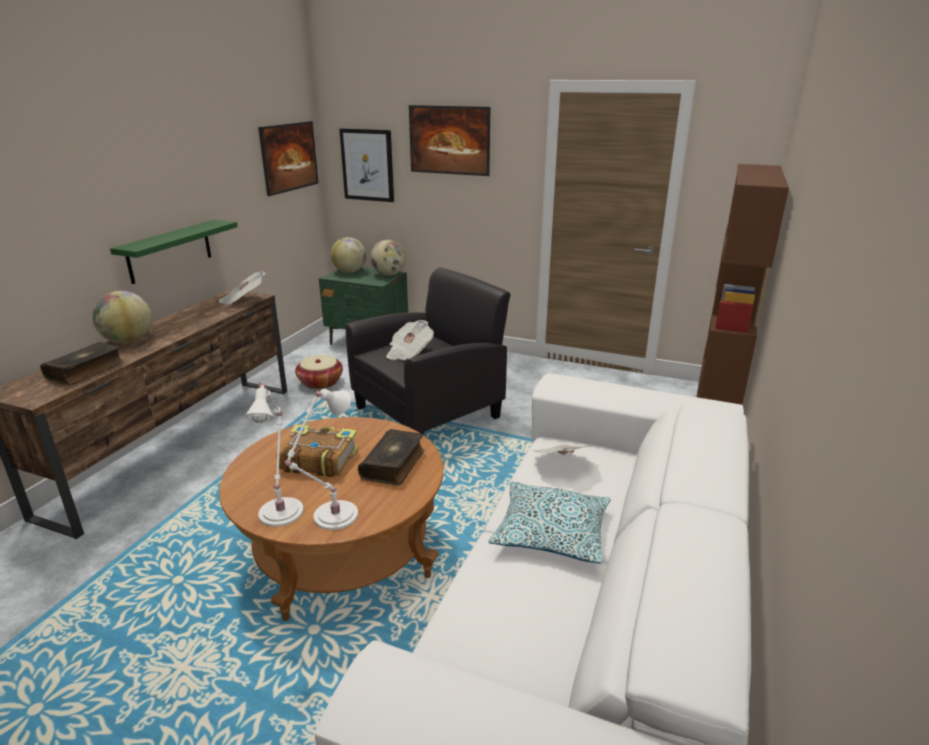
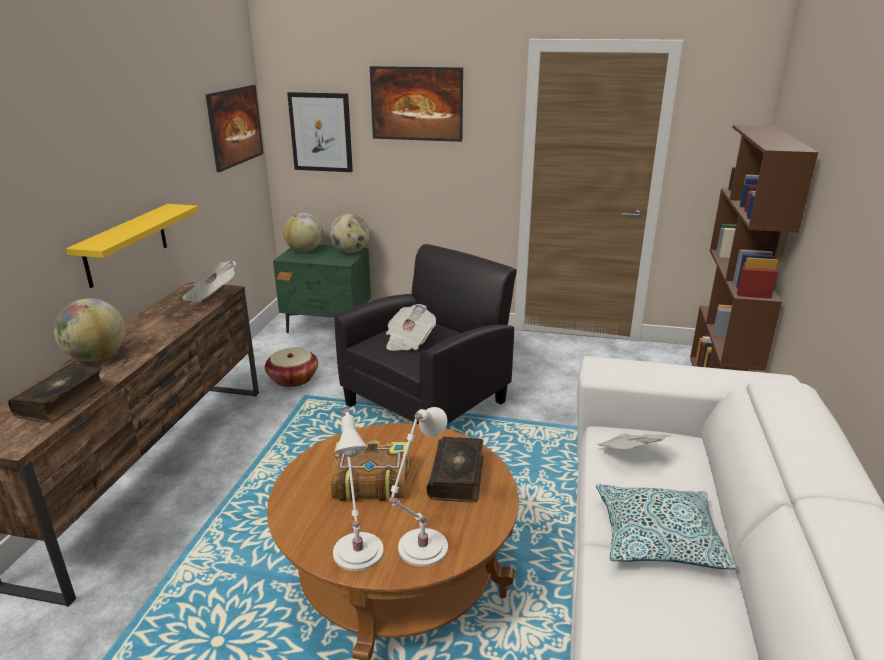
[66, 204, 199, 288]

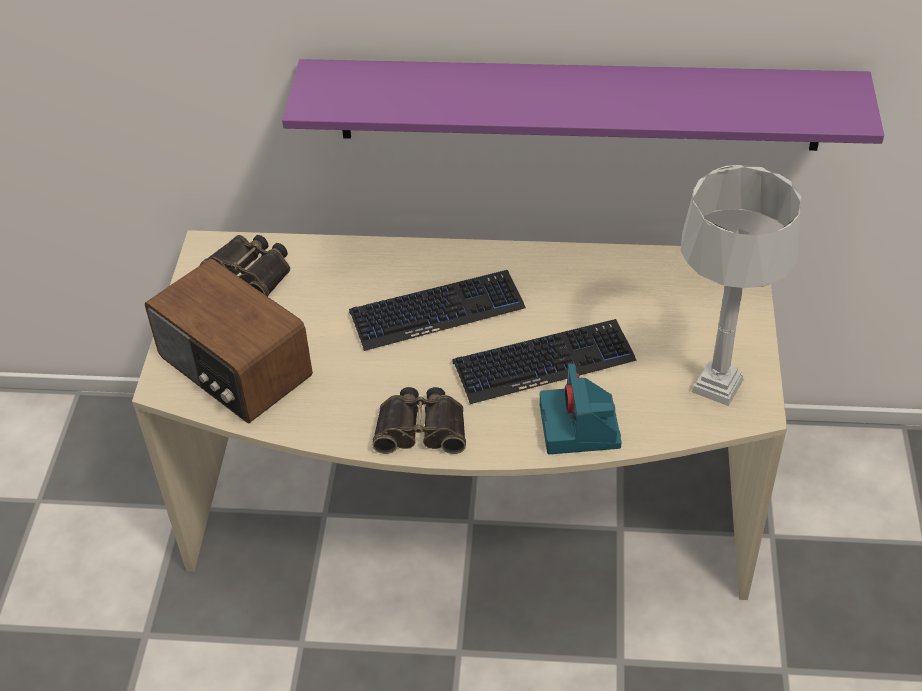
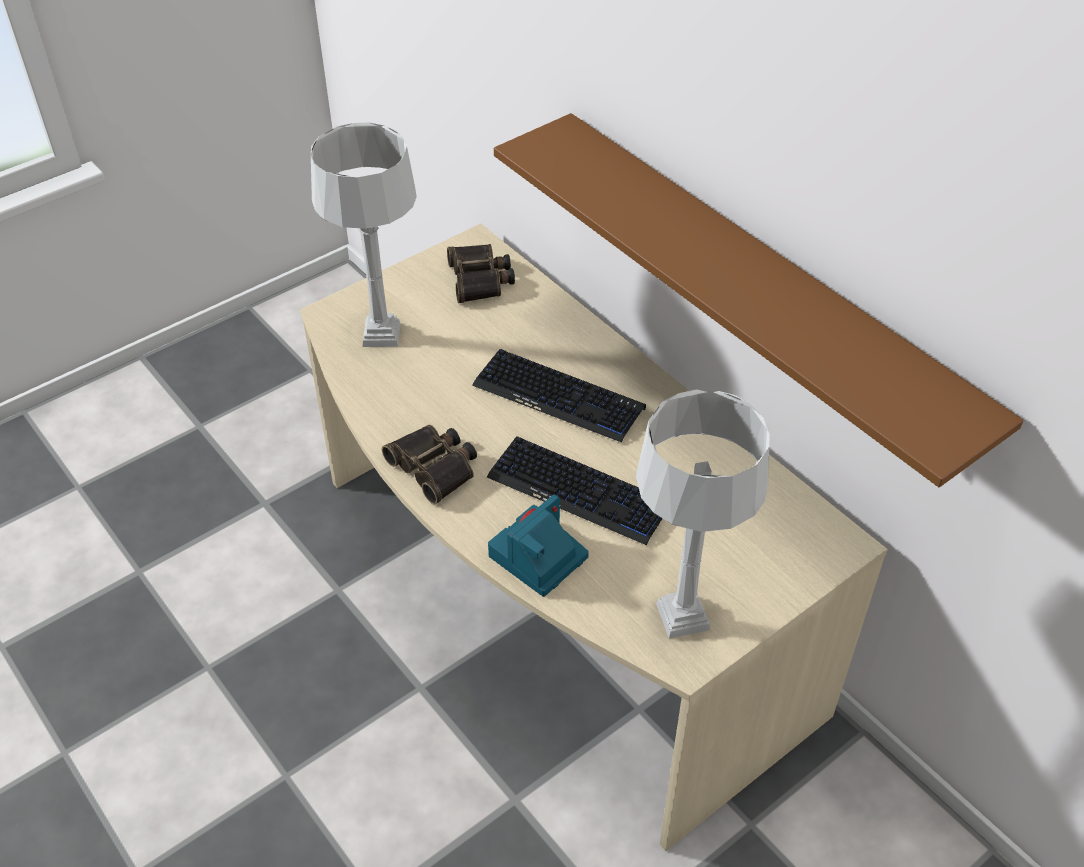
[311, 122, 417, 347]
[494, 113, 1023, 487]

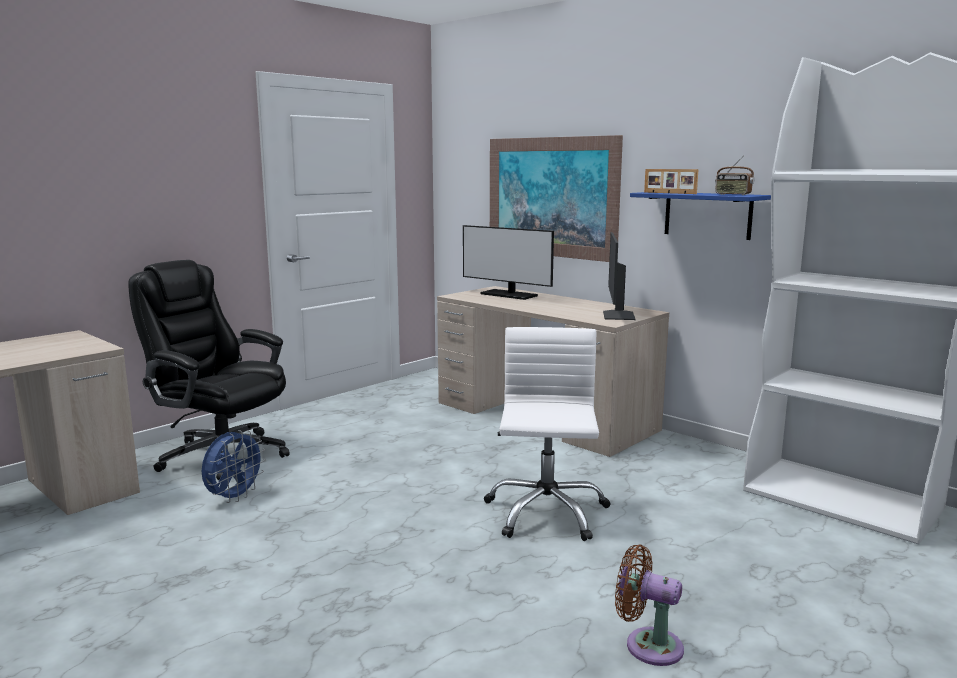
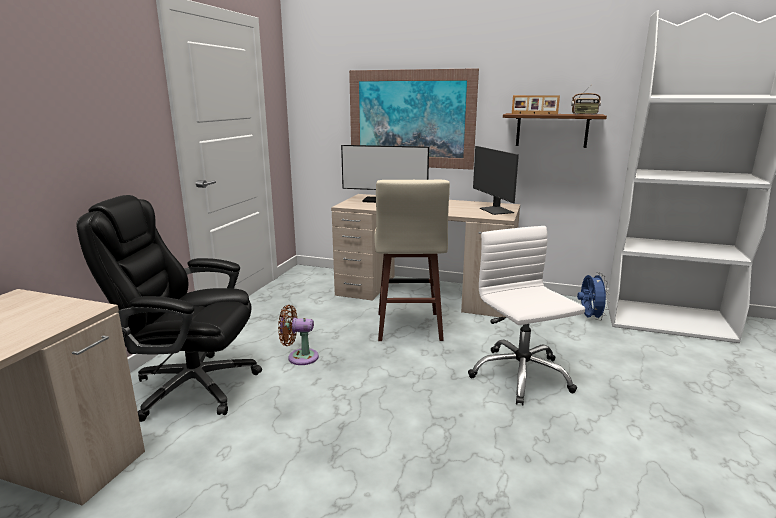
[577, 272, 610, 321]
[278, 305, 319, 365]
[503, 113, 607, 148]
[374, 180, 450, 341]

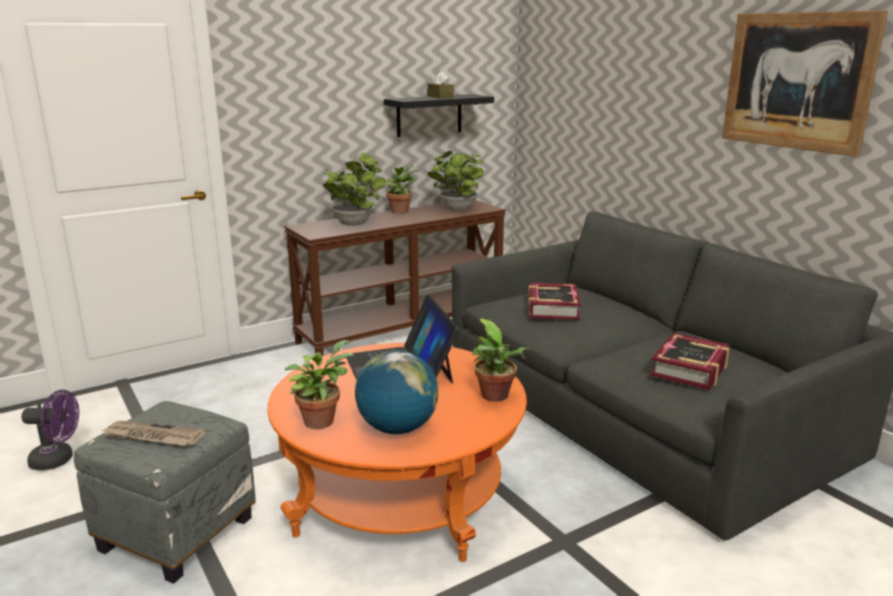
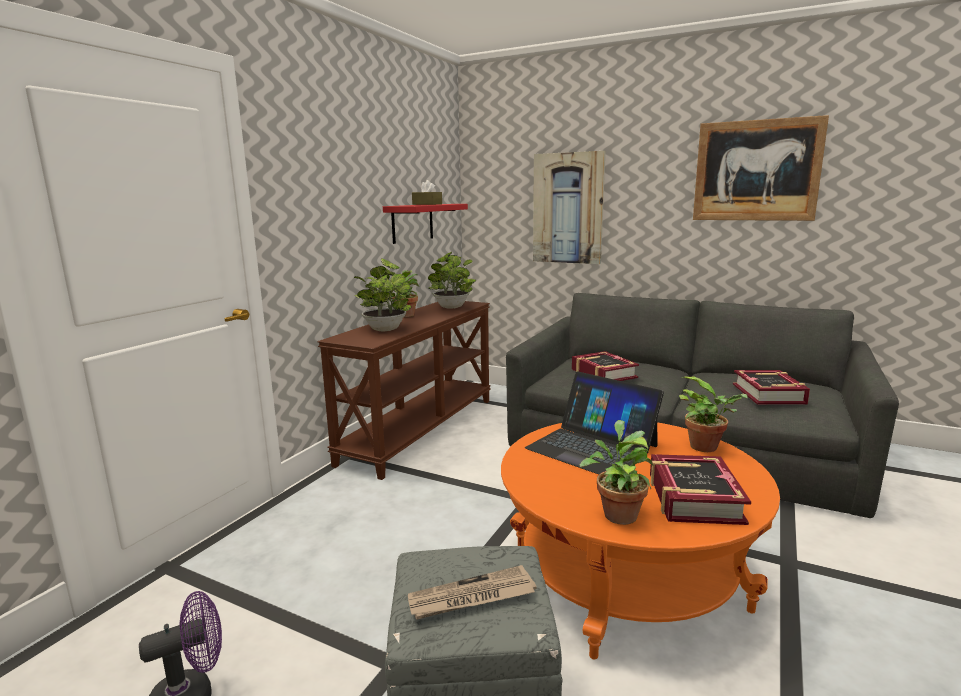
[650, 454, 751, 525]
[383, 204, 468, 244]
[533, 151, 606, 264]

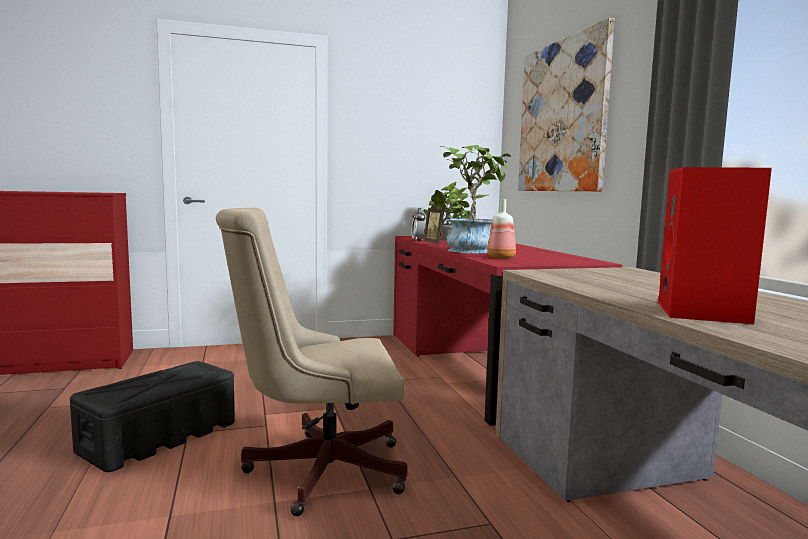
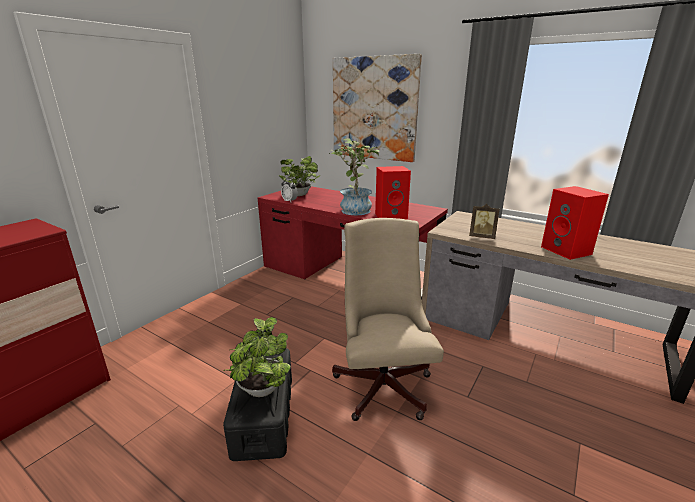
[332, 218, 444, 421]
[469, 204, 500, 239]
[375, 166, 411, 220]
[223, 317, 291, 397]

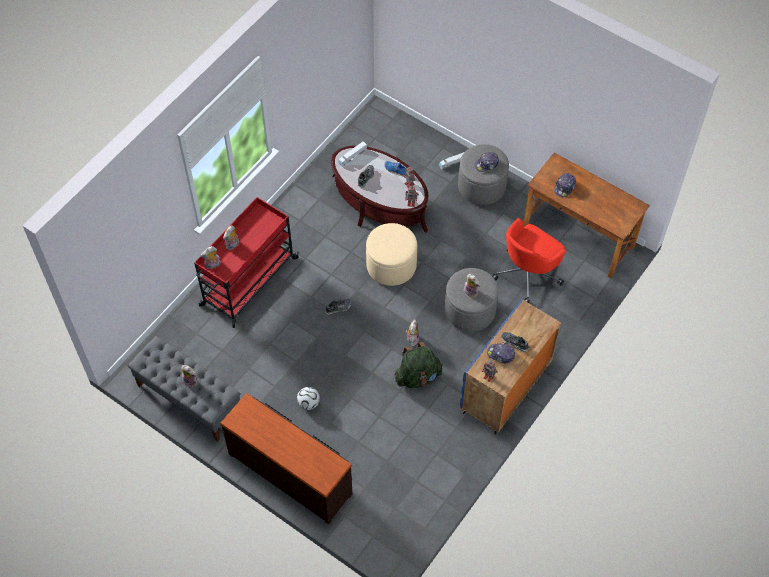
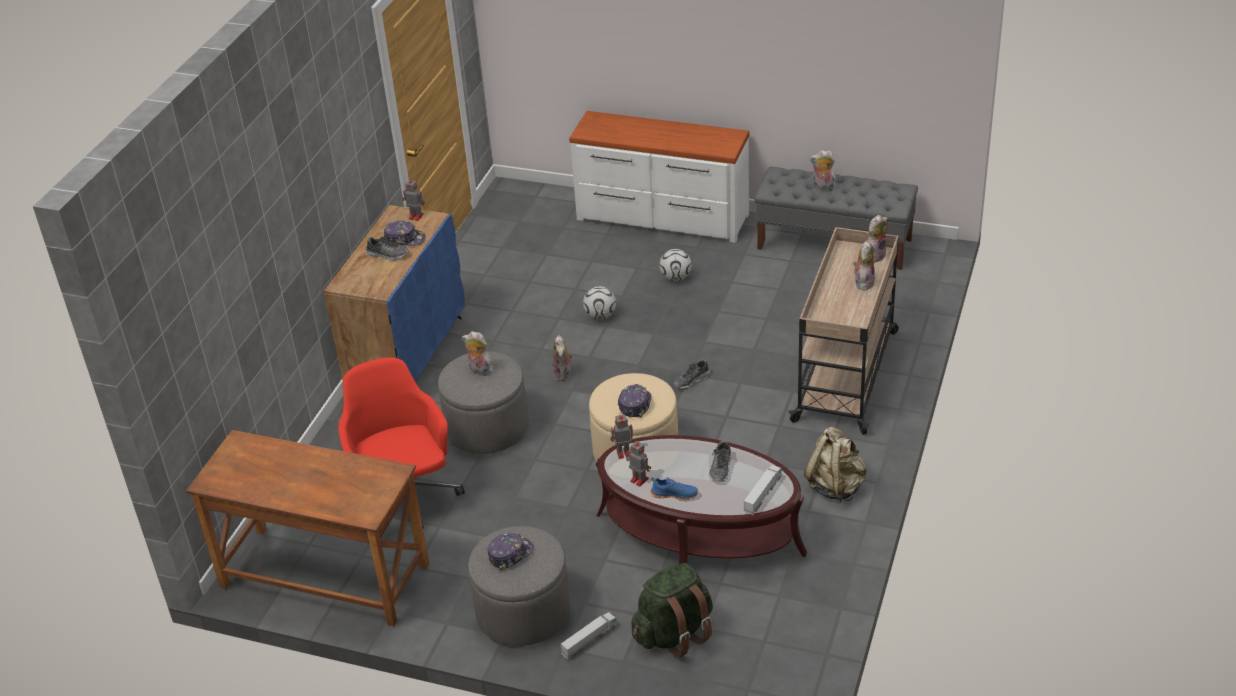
[788, 227, 899, 435]
[569, 111, 749, 243]
[631, 563, 713, 658]
[338, 357, 465, 529]
[618, 384, 652, 418]
[583, 286, 616, 320]
[804, 427, 866, 502]

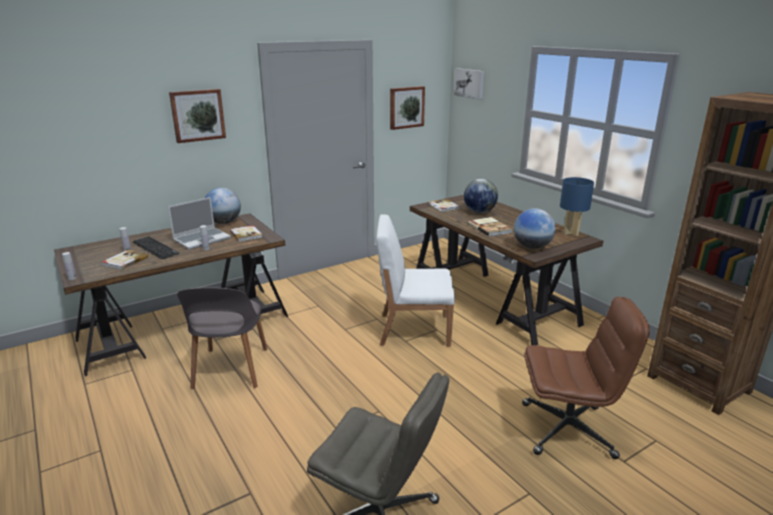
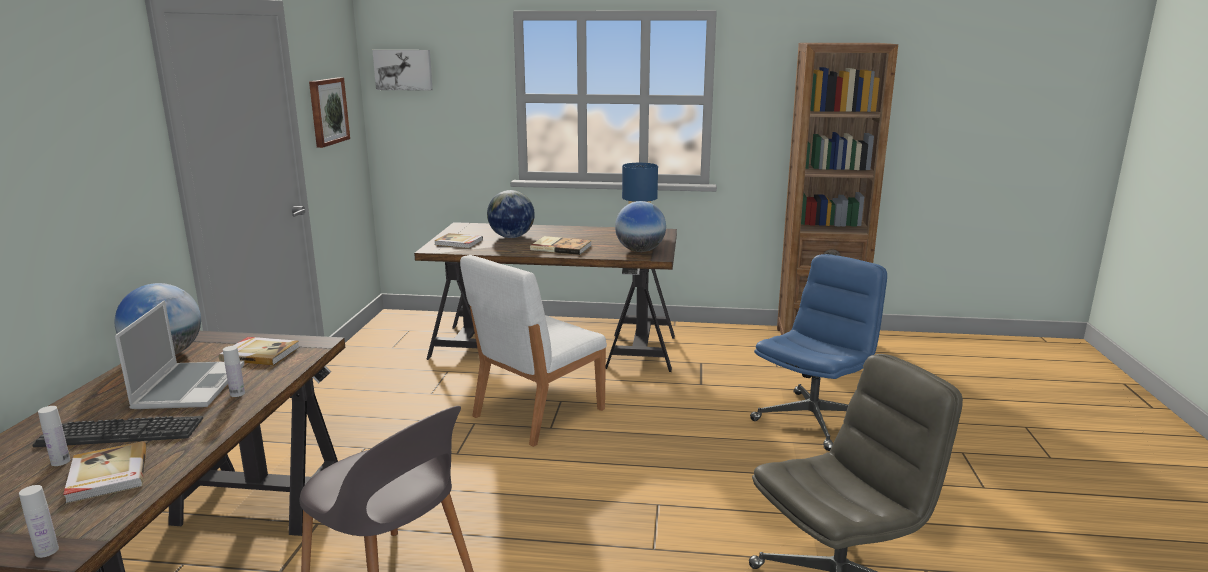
[169, 89, 226, 143] (first image)
[750, 254, 887, 451]

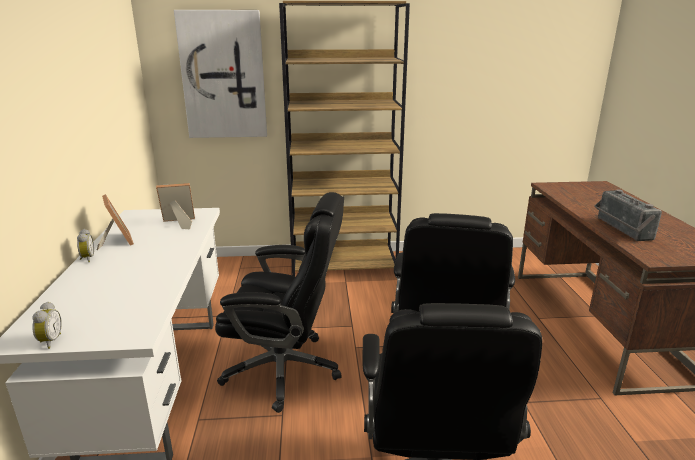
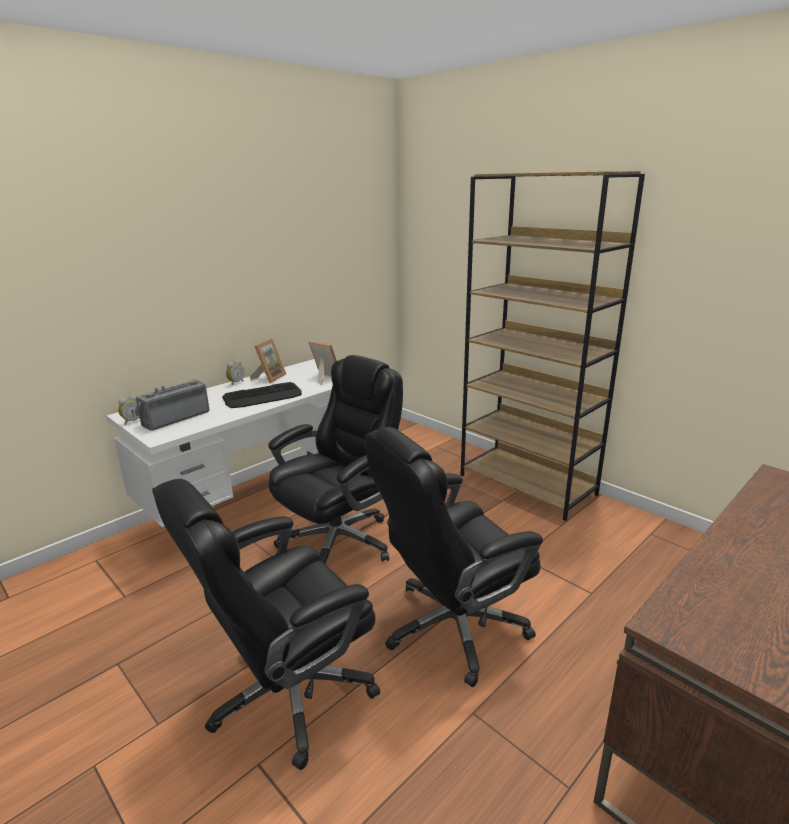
[174, 10, 267, 138] (first image)
[268, 355, 403, 564]
[135, 380, 209, 430]
[222, 382, 302, 408]

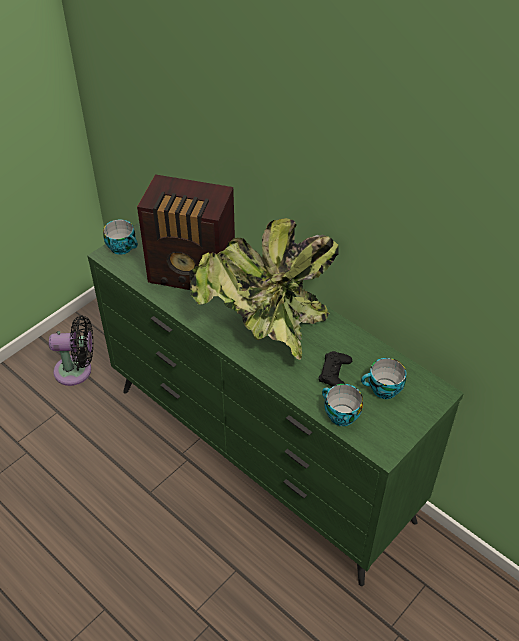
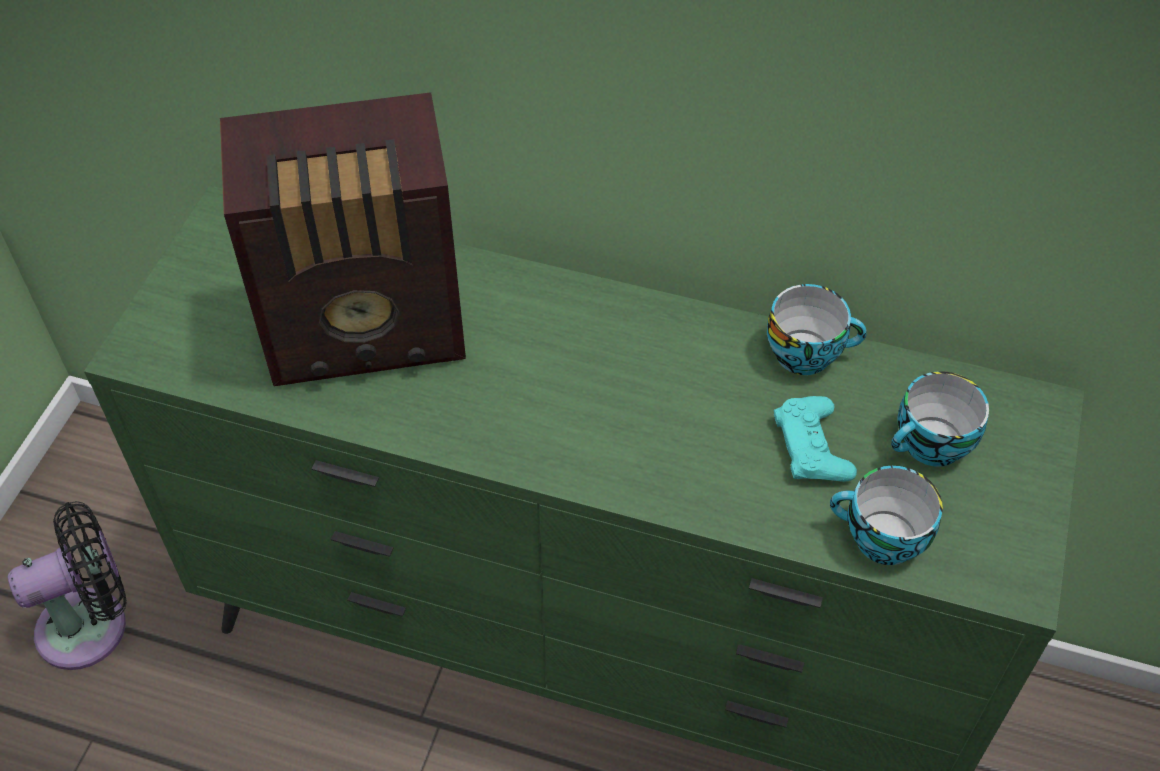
[767, 284, 867, 375]
[189, 218, 339, 360] (first image)
[774, 396, 857, 482]

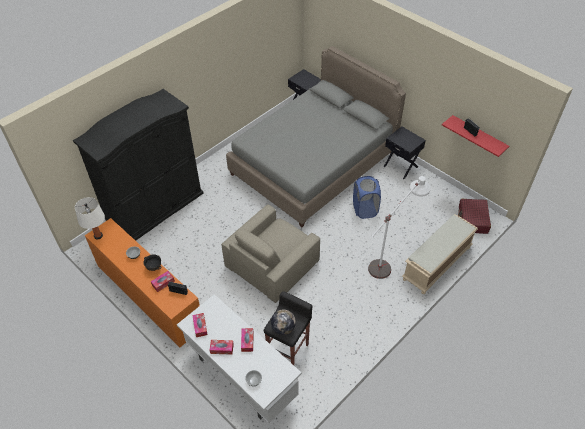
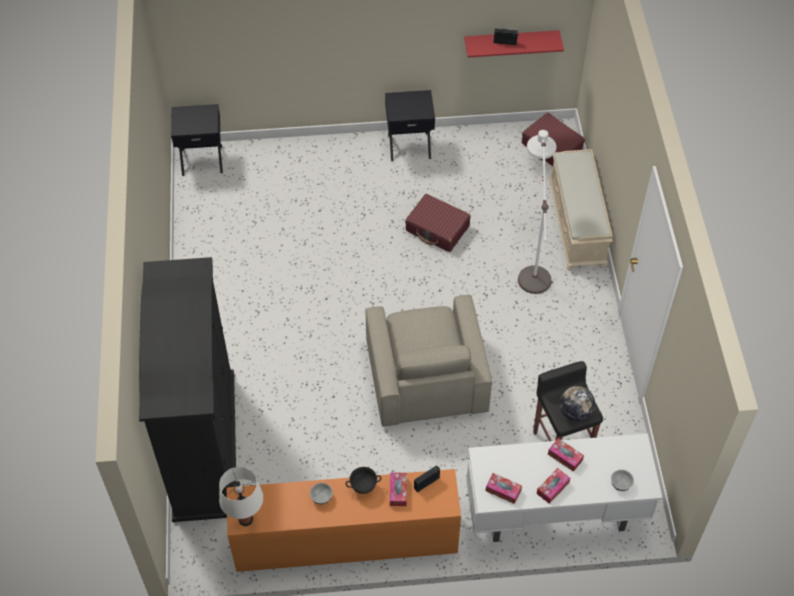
[226, 46, 406, 227] (first image)
[405, 194, 471, 252]

